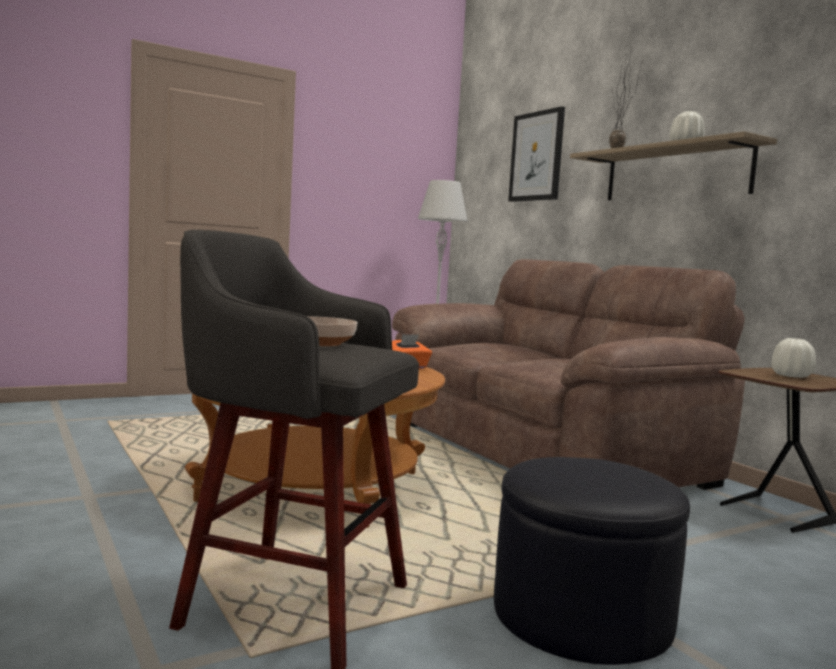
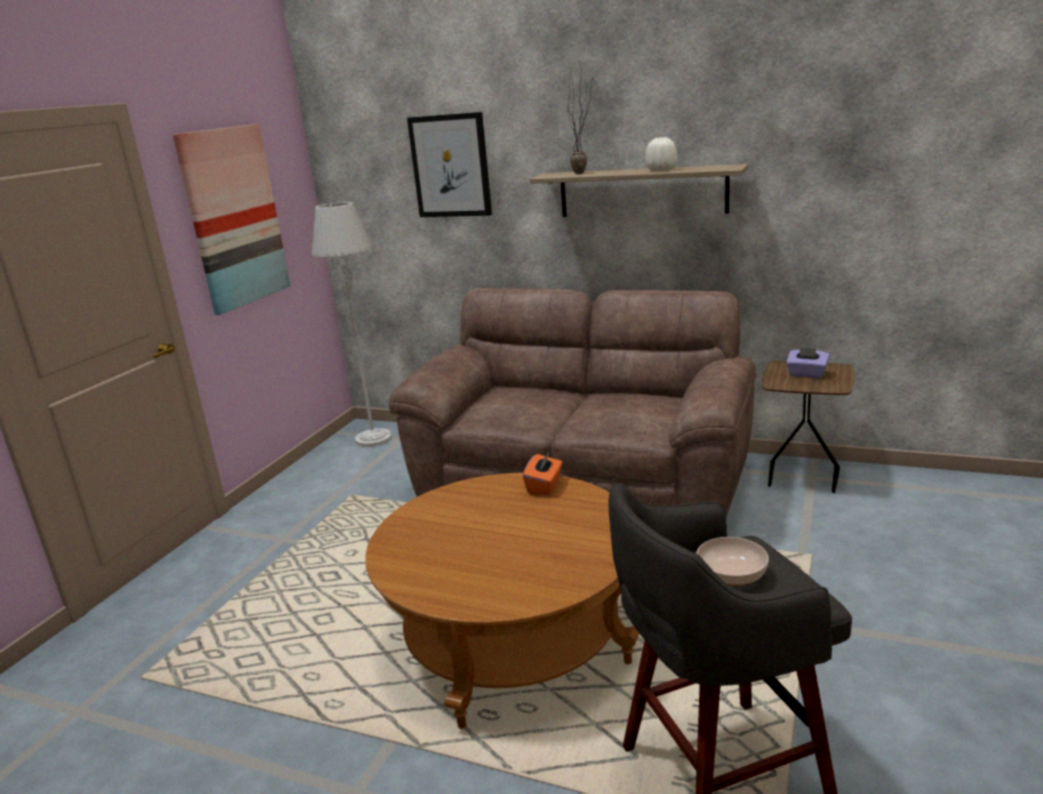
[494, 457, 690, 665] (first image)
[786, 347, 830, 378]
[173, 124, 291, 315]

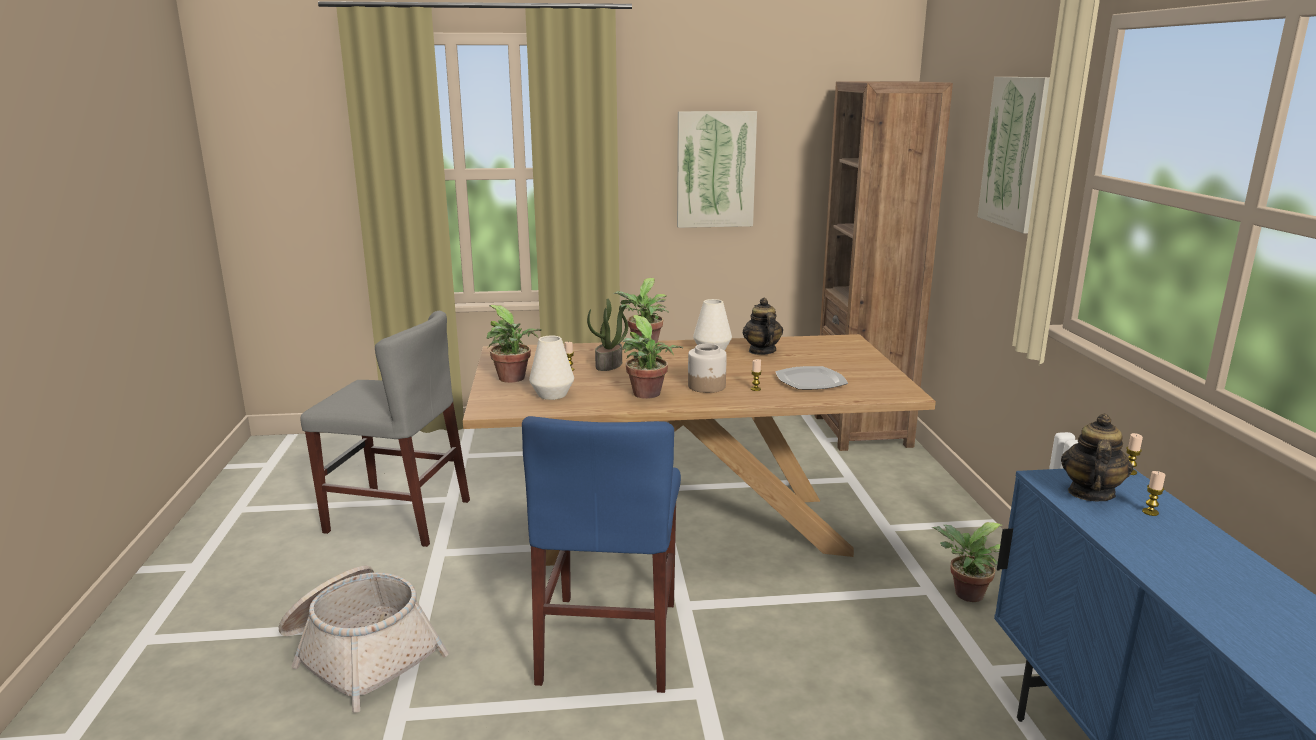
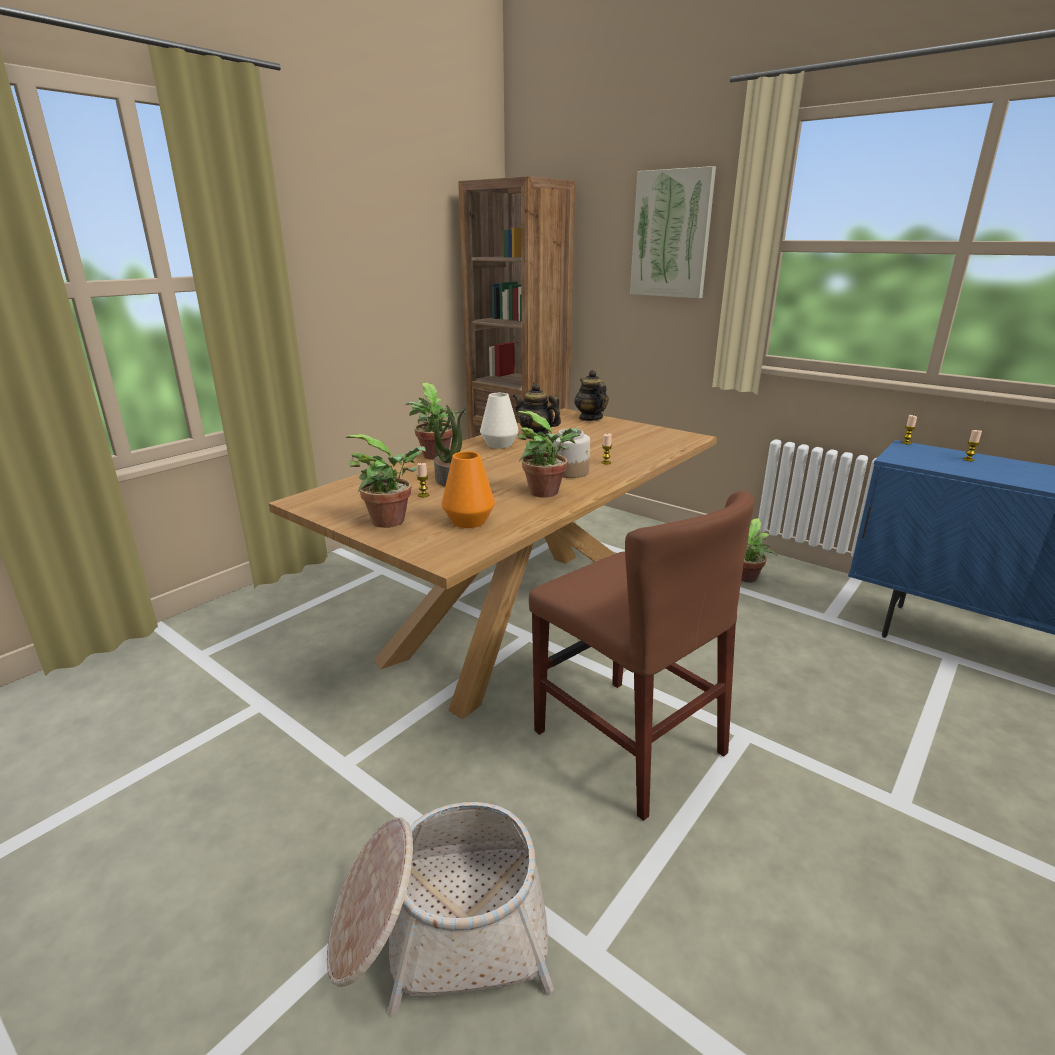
[301, 311, 470, 547] (first image)
[529, 491, 754, 821]
[442, 451, 495, 528]
[677, 111, 757, 228] (first image)
[775, 366, 848, 390] (first image)
[574, 370, 609, 421]

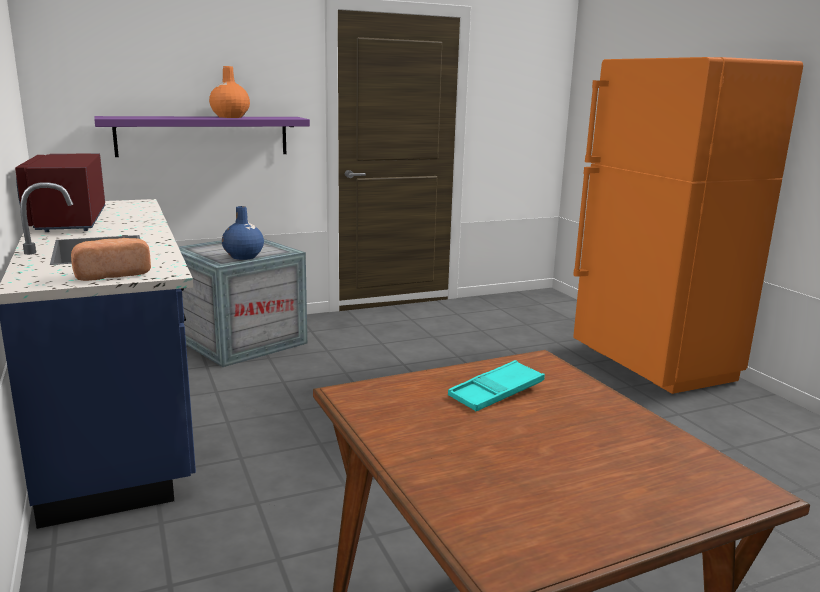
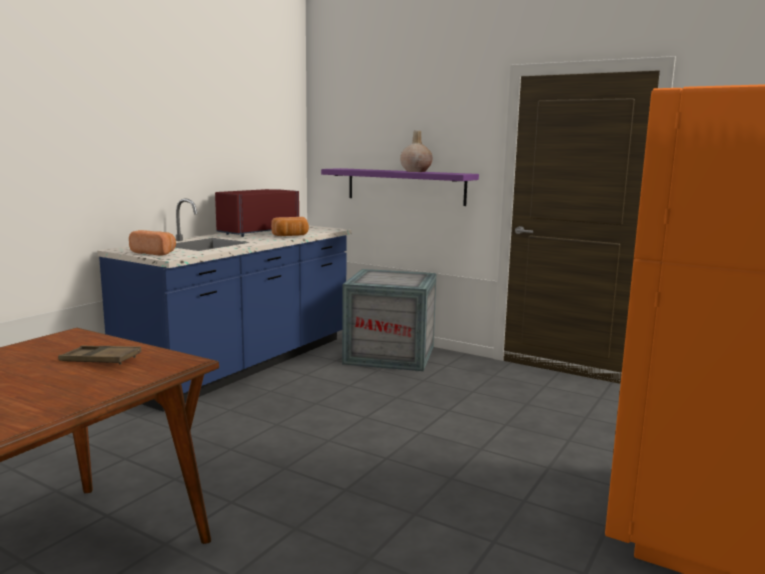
[400, 131, 433, 172]
[222, 206, 264, 260] (first image)
[58, 346, 141, 365]
[271, 217, 309, 236]

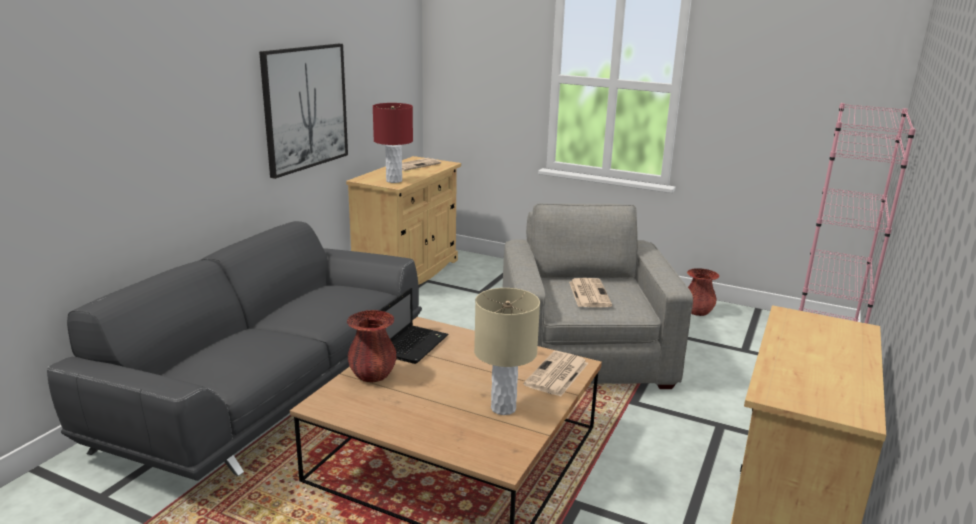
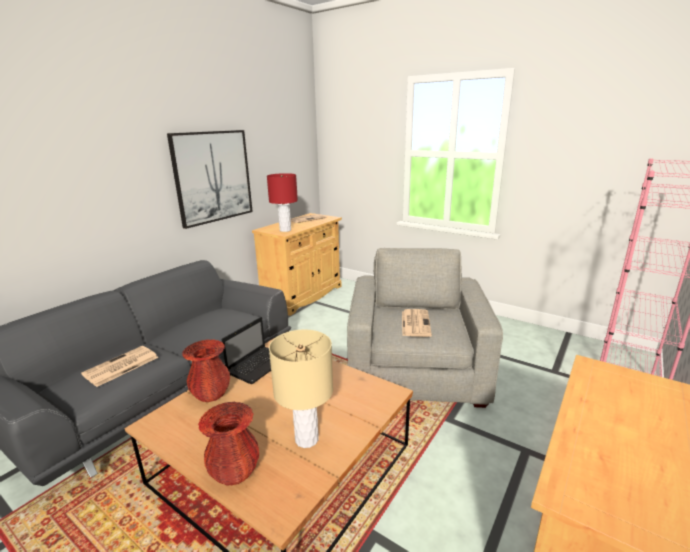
[81, 346, 158, 387]
[198, 402, 259, 486]

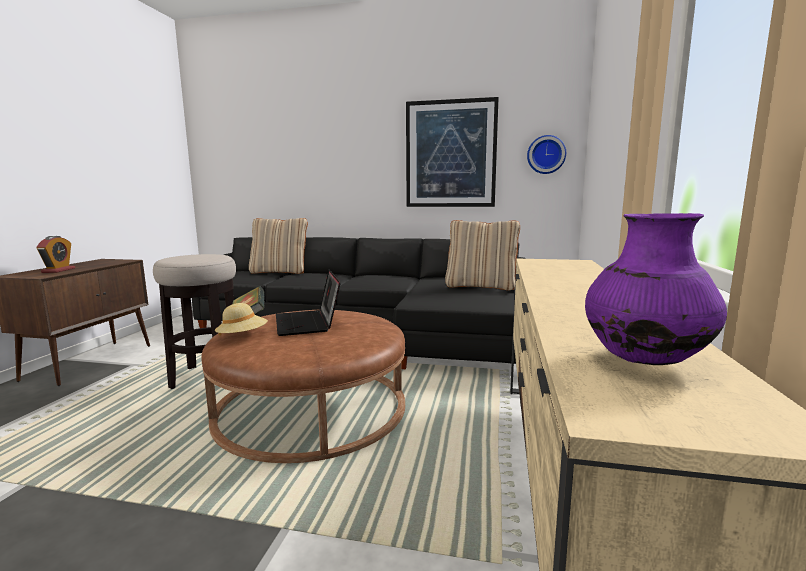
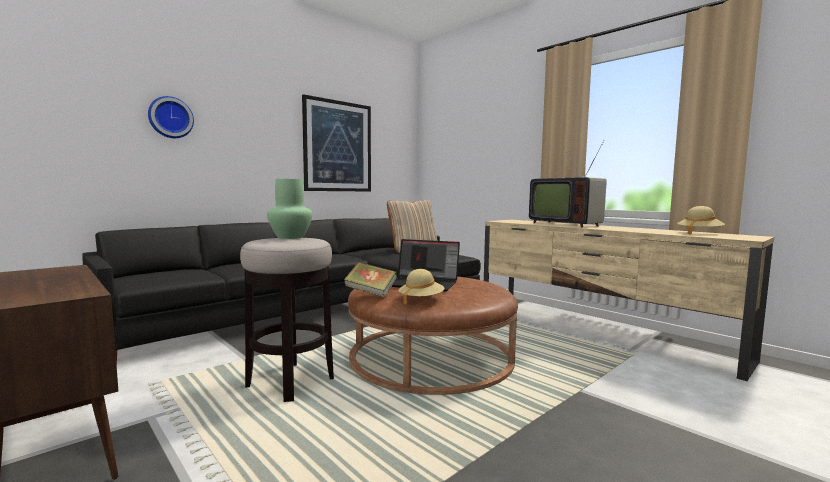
[37, 236, 75, 273] (first image)
[249, 218, 308, 274] (first image)
[148, 96, 194, 138]
[677, 206, 725, 235]
[267, 179, 312, 239]
[529, 141, 607, 228]

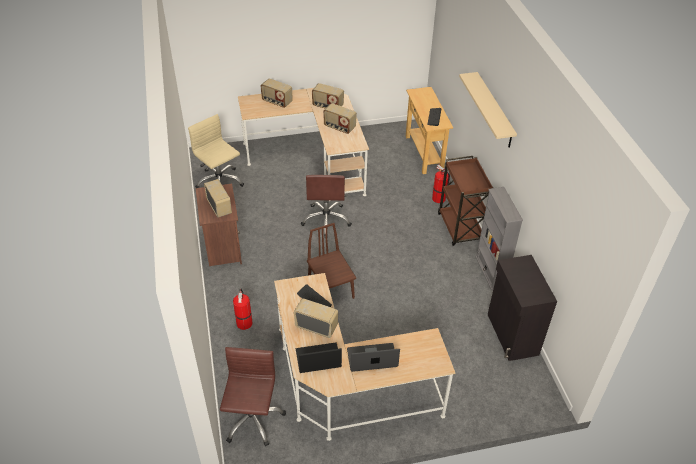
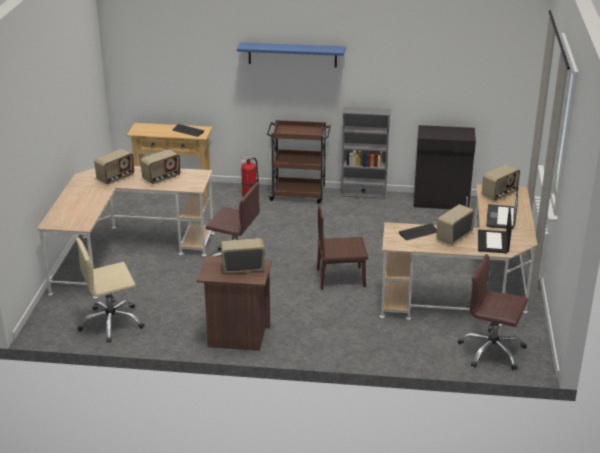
[233, 288, 253, 330] (first image)
[482, 165, 520, 201]
[237, 42, 345, 68]

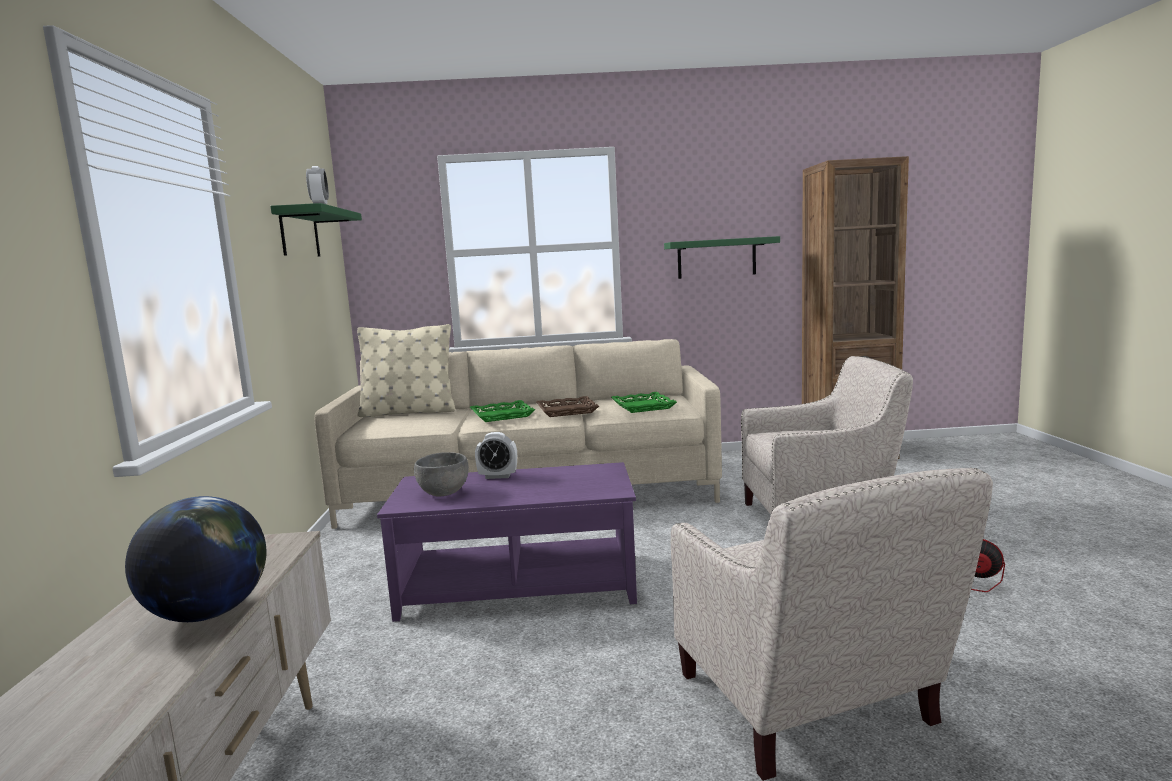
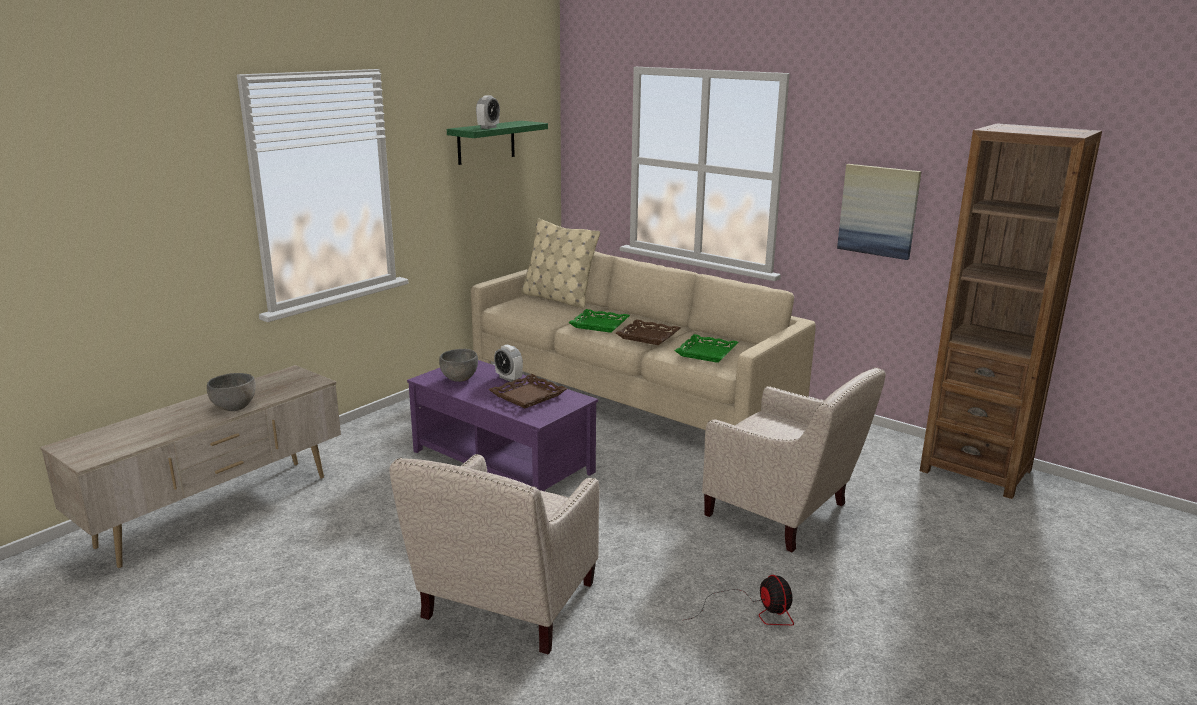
[207, 373, 256, 411]
[837, 164, 922, 260]
[488, 374, 568, 408]

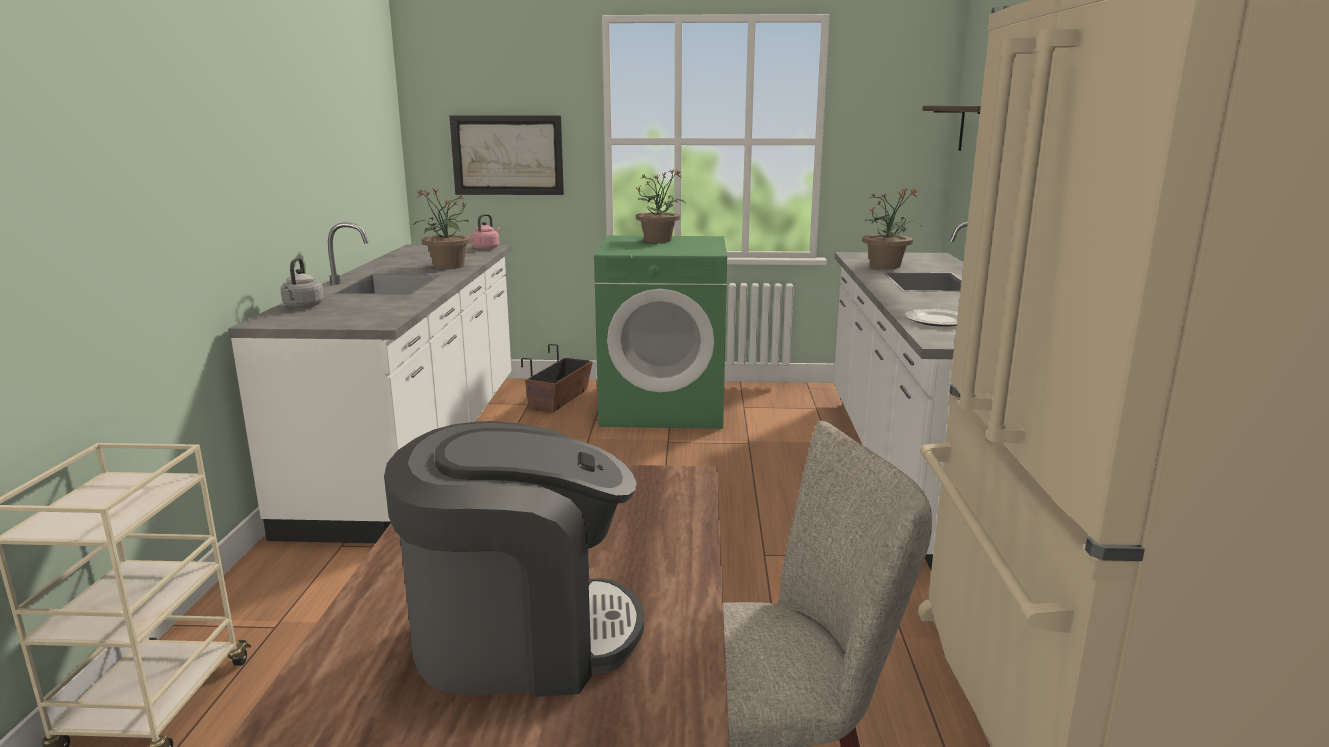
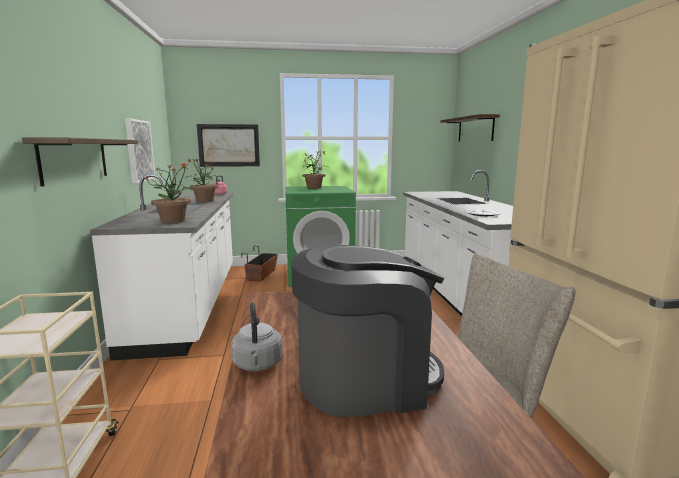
[231, 302, 283, 371]
[144, 162, 192, 223]
[22, 138, 138, 187]
[125, 118, 155, 183]

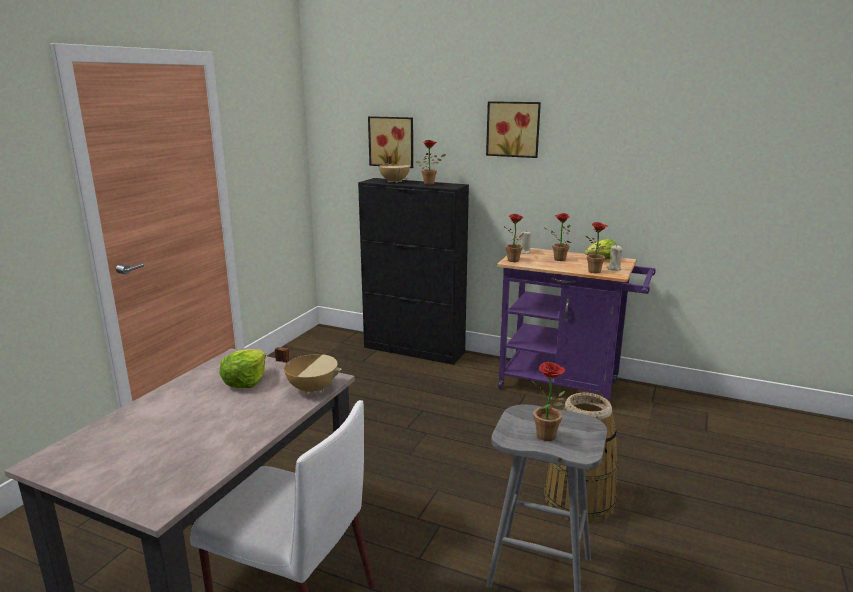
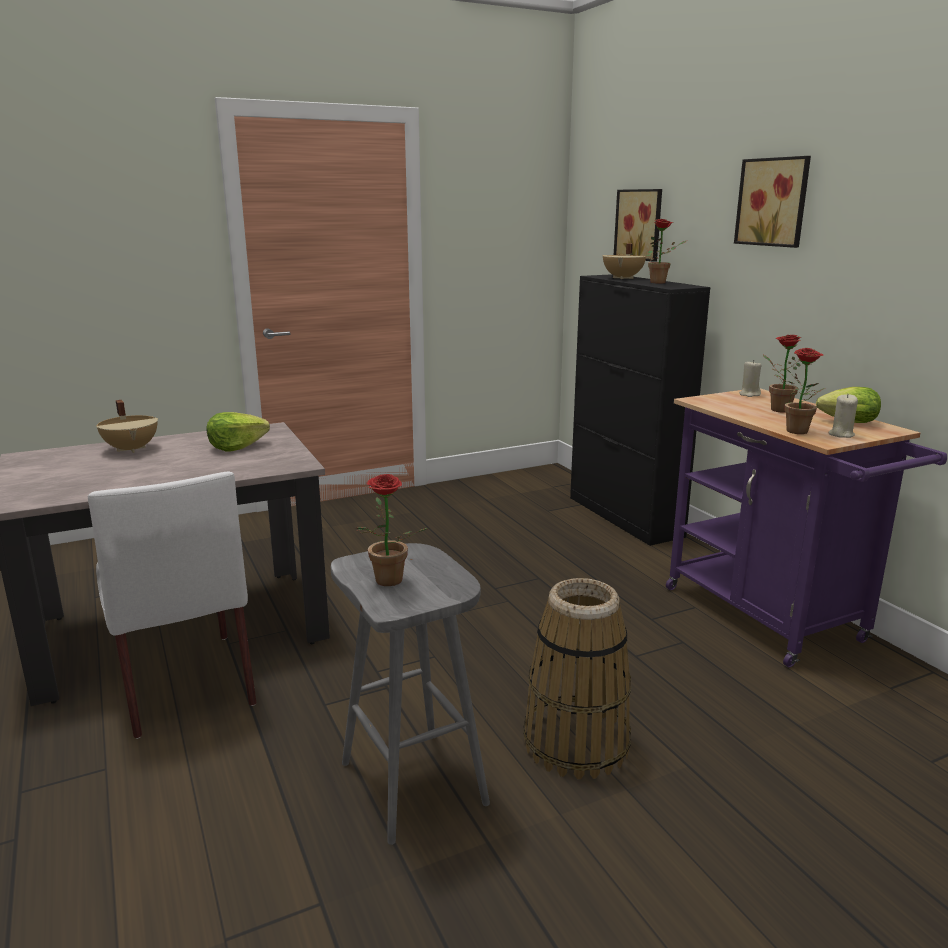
[96, 400, 158, 453]
[505, 214, 524, 262] (first image)

